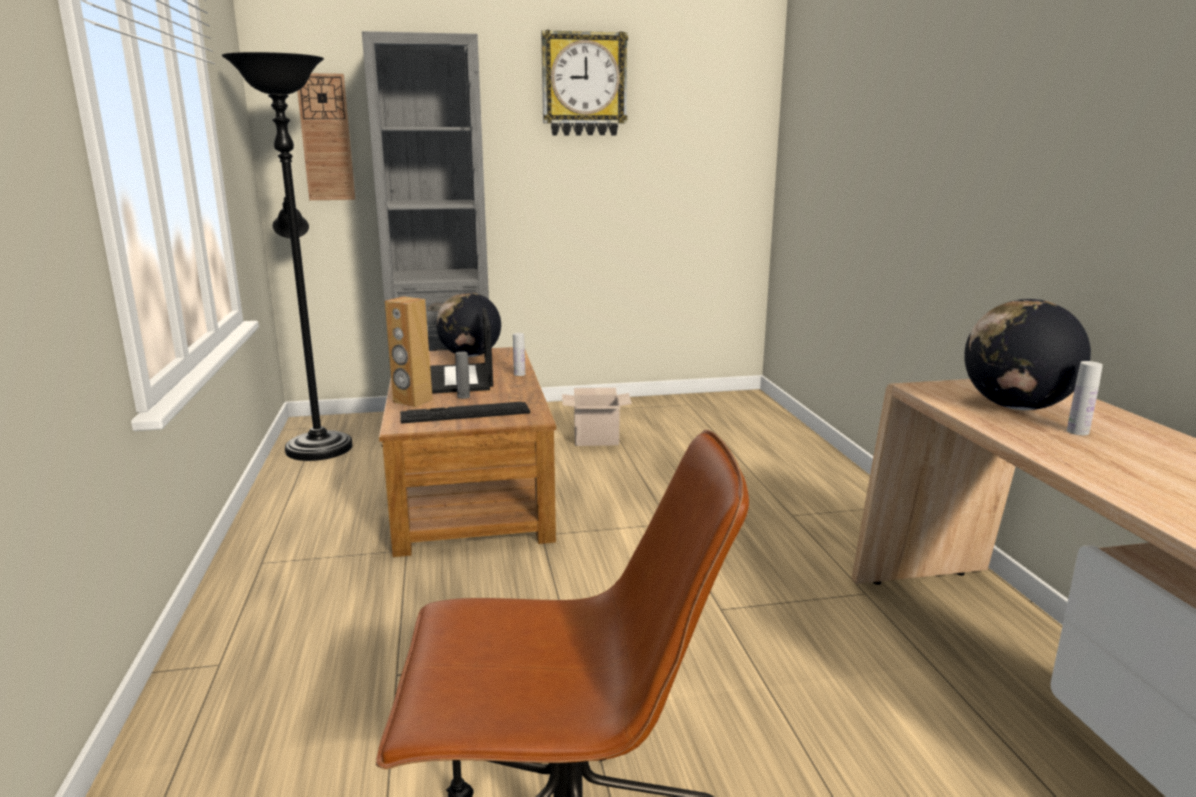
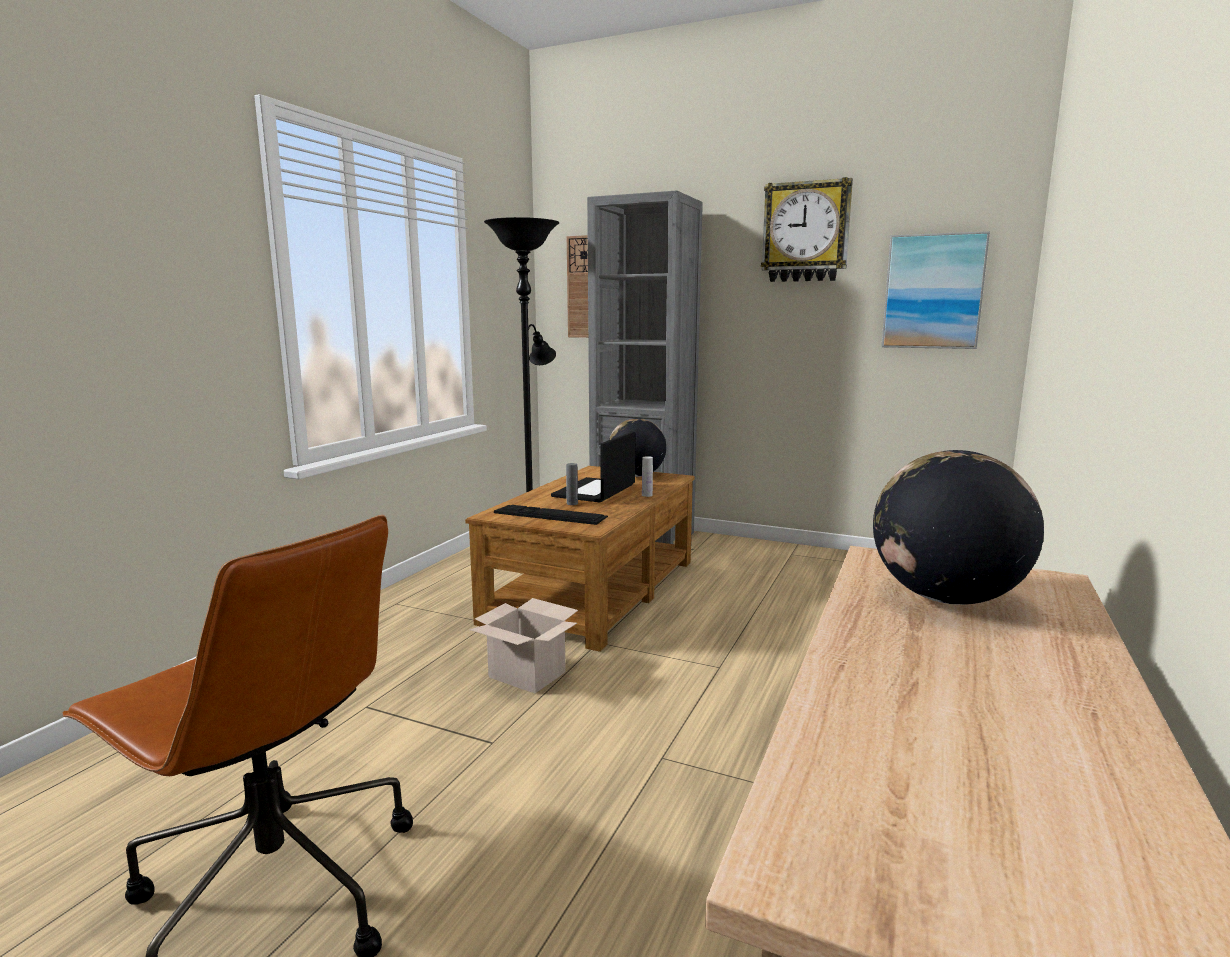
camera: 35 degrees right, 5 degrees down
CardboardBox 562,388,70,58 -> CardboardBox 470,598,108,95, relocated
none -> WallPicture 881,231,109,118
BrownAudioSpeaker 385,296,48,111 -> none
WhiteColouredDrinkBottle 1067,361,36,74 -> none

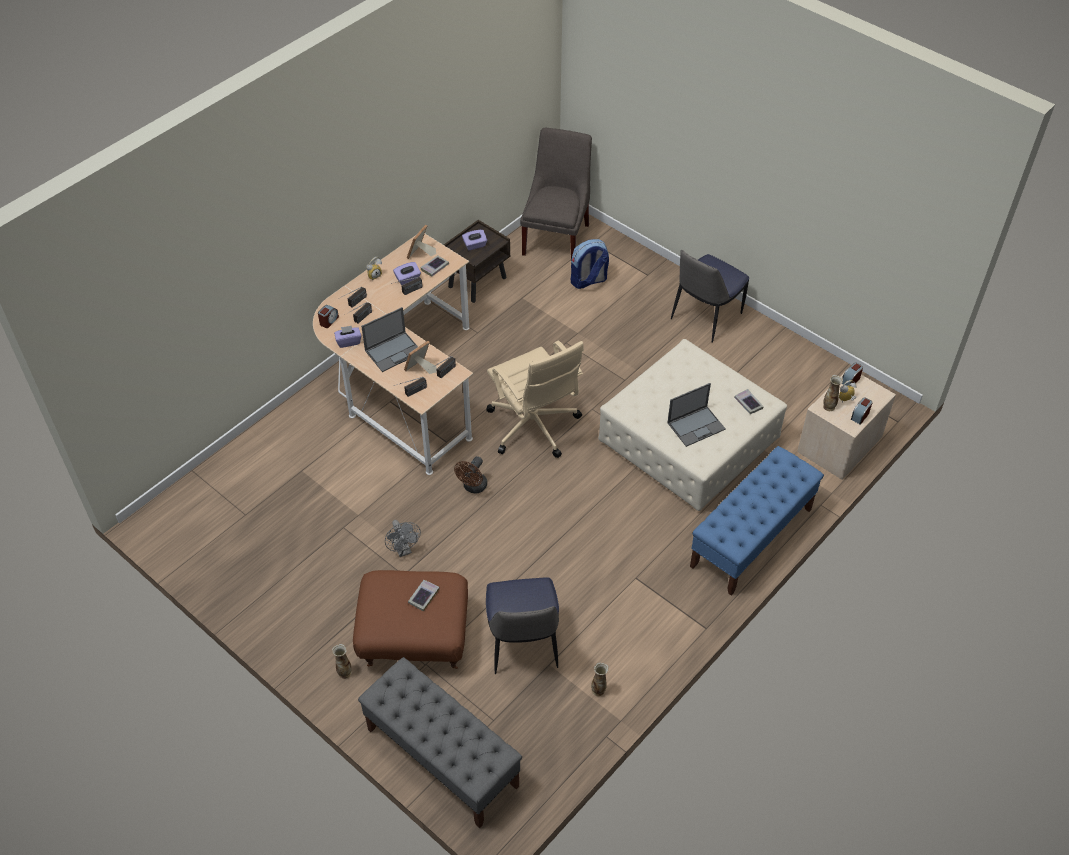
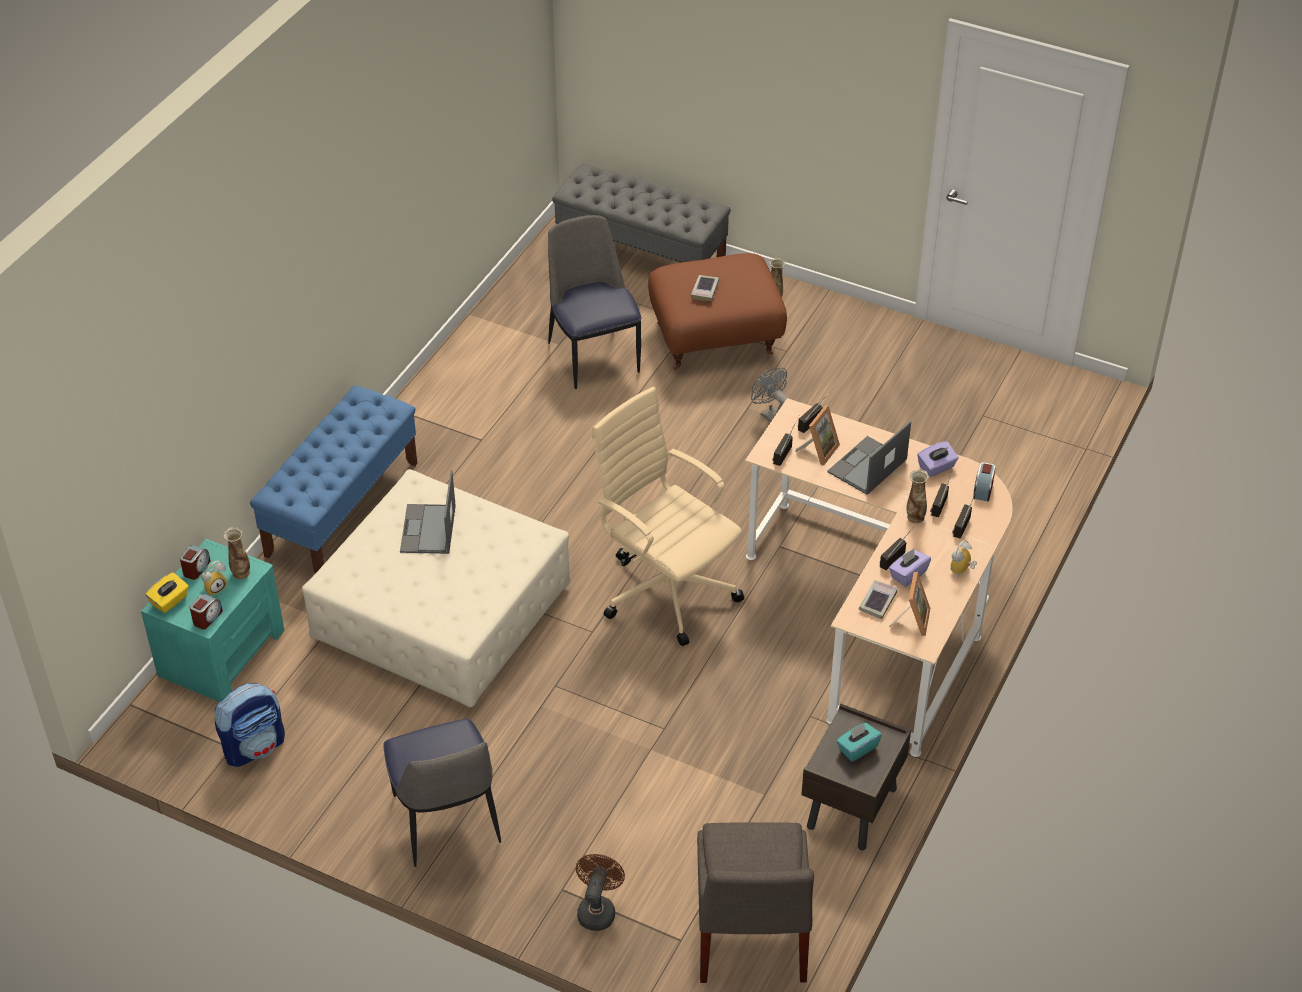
camera: 165 degrees right, 5 degrees down
SandColouredBedsideTable 797,373,99,107 -> TurquoiseColouredBedsideTable 141,539,143,163
none -> YellowTissueHolder 146,572,43,41
Rucksack 571,239,38,50 -> Rucksack 214,683,71,84, relocated
Chair 671,250,78,93 -> Chair 383,719,118,148, 135 degrees clockwise
PortableComputer 667,383,59,64 -> PortableComputer 400,470,56,84, 45 degrees counterclockwise
BrownCoolingFan 454,456,33,38 -> BrownCoolingFan 576,854,49,77, relocated
PurpleColouredTissueHolder 462,230,25,20 -> TurquoiseColouredTissueHolder 837,723,45,39
DecorativeVase 591,662,18,34 -> DecorativeVase 906,470,23,53, relocated
Volume 734,389,30,25 -> none

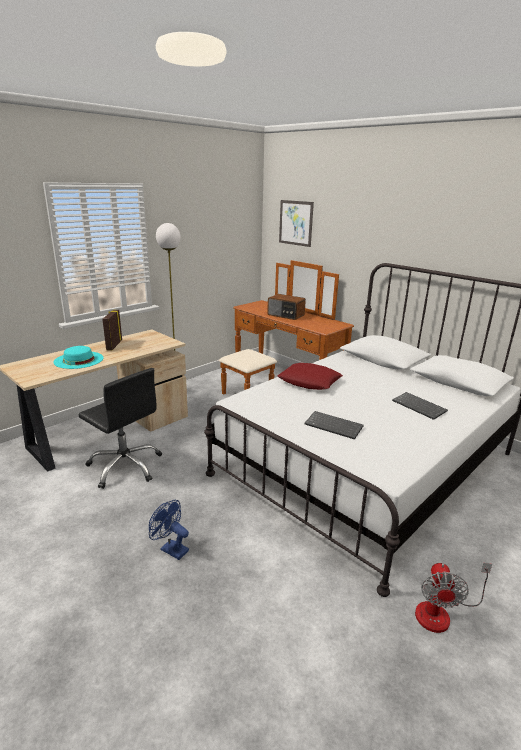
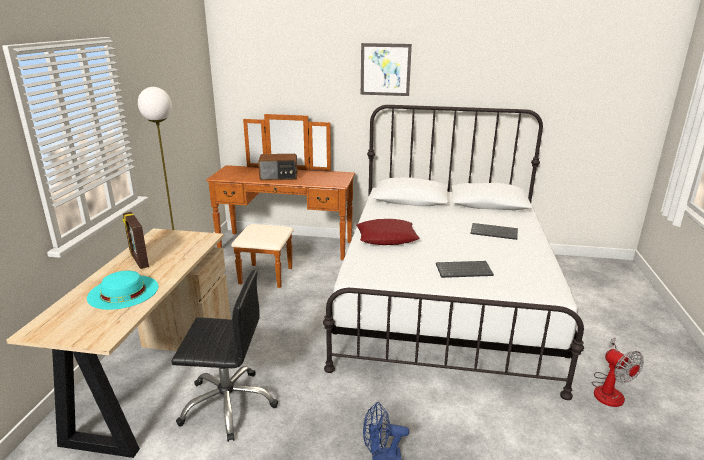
camera: 35 degrees left, 0 degrees up
WallPicture 279,200,35,47 -> WallPicture 361,43,51,53, relocated

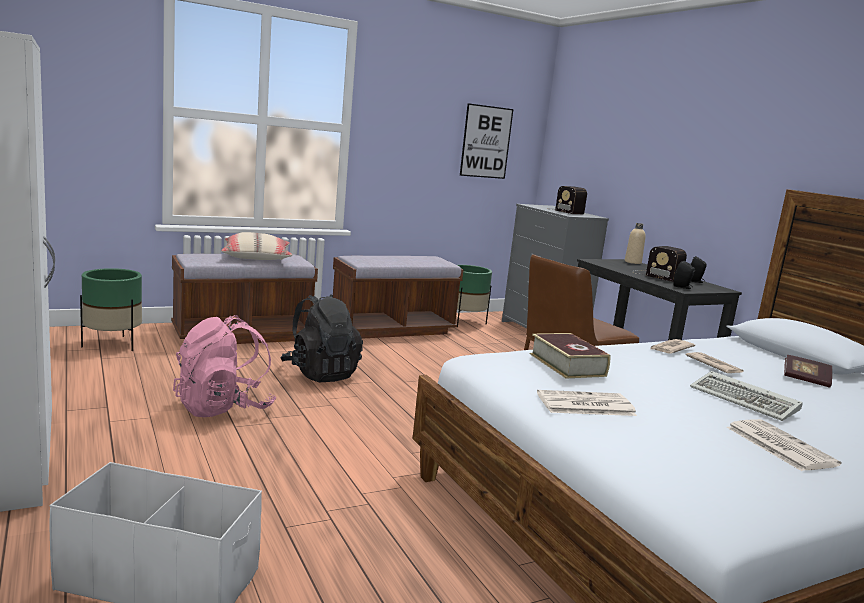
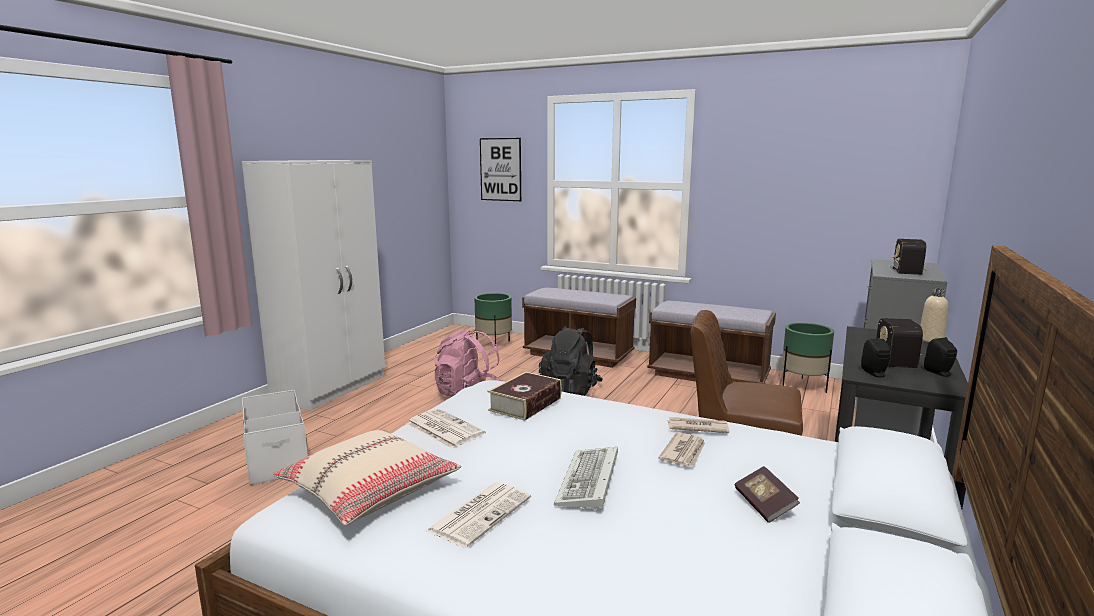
camera: 55 degrees right, 0 degrees up
SandColouredCushion 221,232,71,28 -> SandColouredCushion 273,430,188,95, relocated
WallPicture 460,103,53,76 -> WallPicture 480,138,41,63, relocated

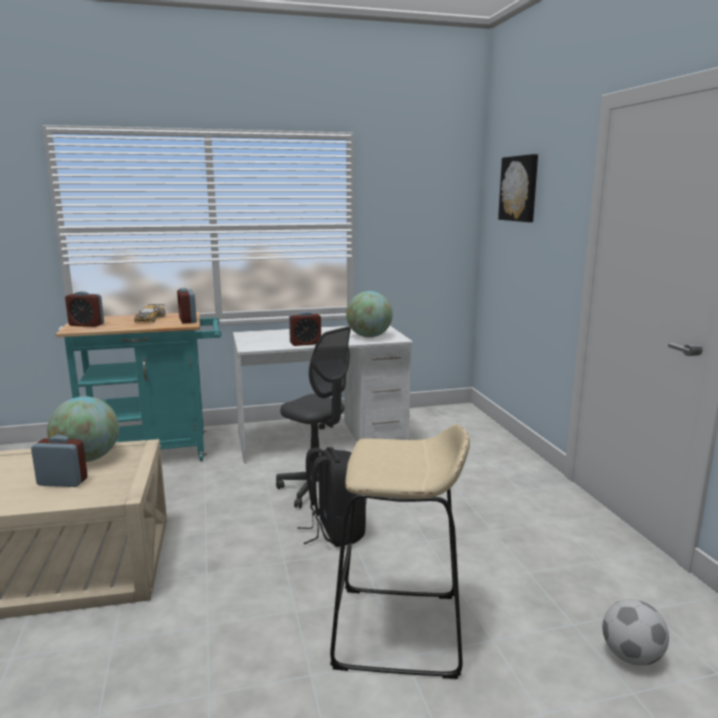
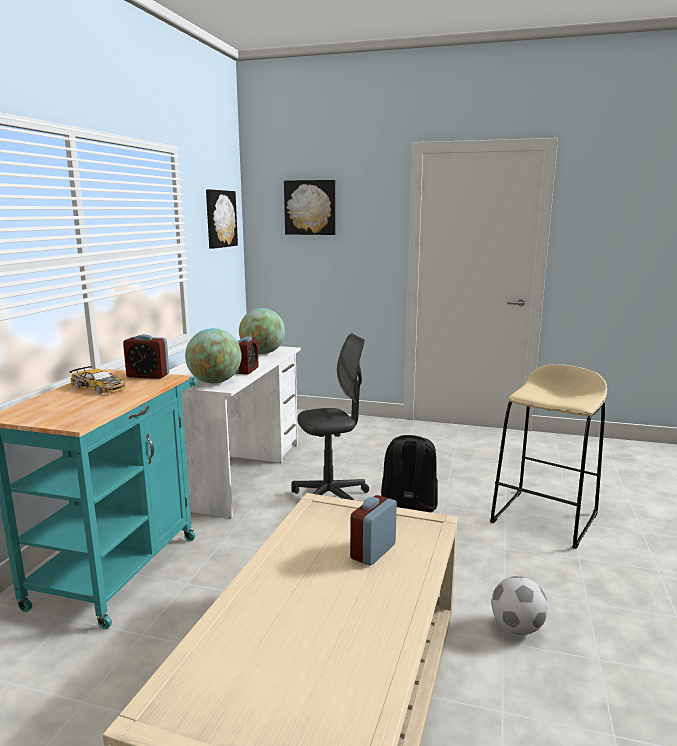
camera: 60 degrees left, 0 degrees up
Globe 47,396,72,66 -> Globe 185,328,57,55, relocated
none -> WallPicture 206,189,32,60
BallForFootball 602,599,67,67 -> BallForFootball 492,576,56,59, relocated
AlarmClock 65,291,39,36 -> none

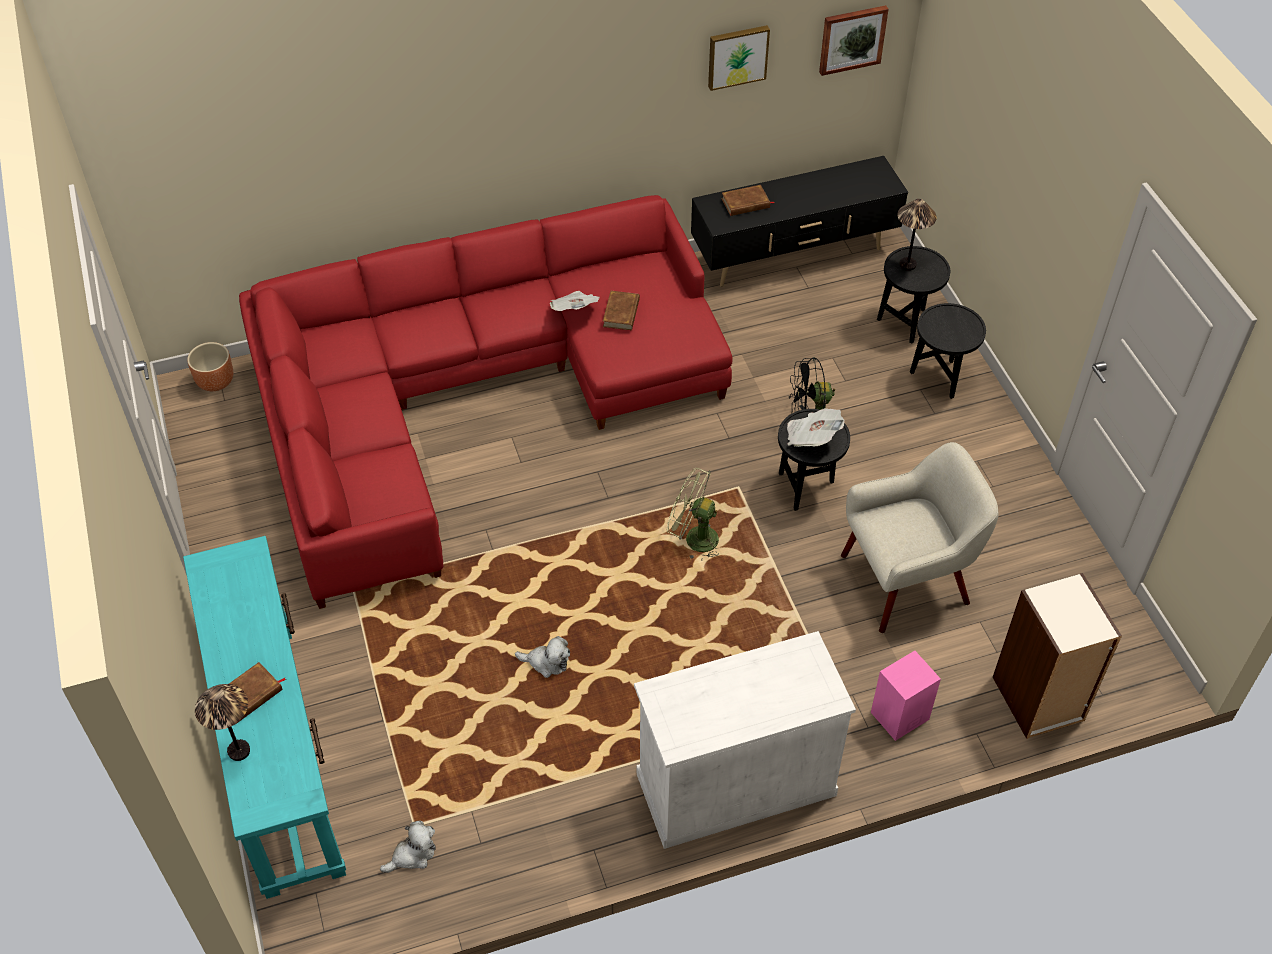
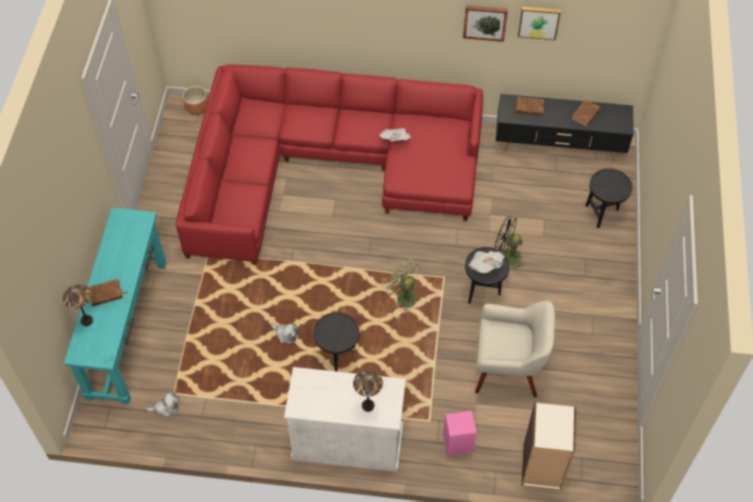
camera: 25 degrees right, 5 degrees up
BlackEndTable 910,303,76,96 -> BlackEndTable 313,312,47,60, relocated
TabletopLamp 897,199,40,72 -> TabletopLamp 353,370,30,42, relocated
WallPicture 819,5,69,71 -> WallPicture 463,5,45,37, relocated
BrownVolume 603,291,37,39 -> BrownVolume 572,100,29,27, relocated

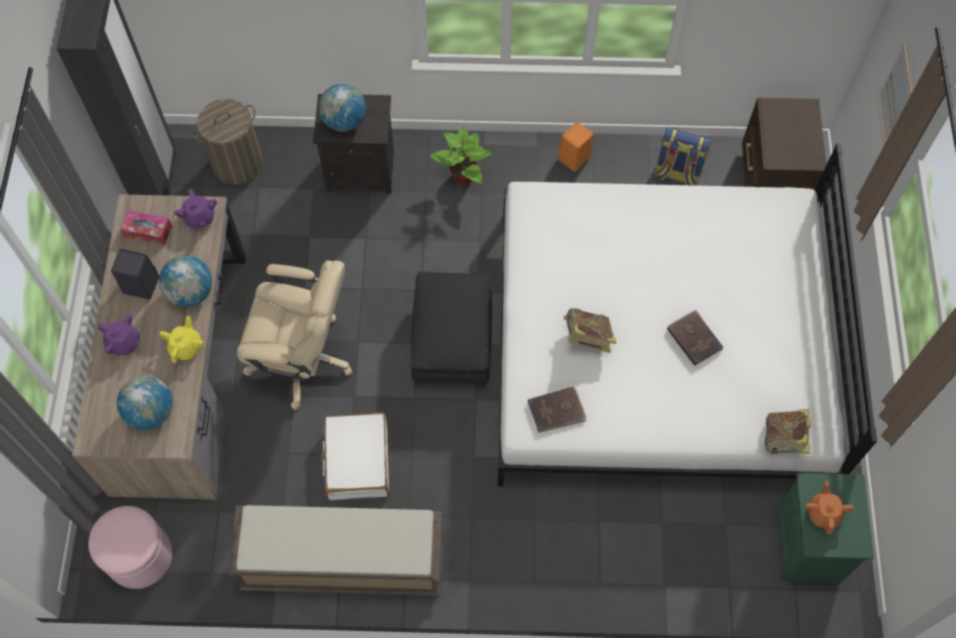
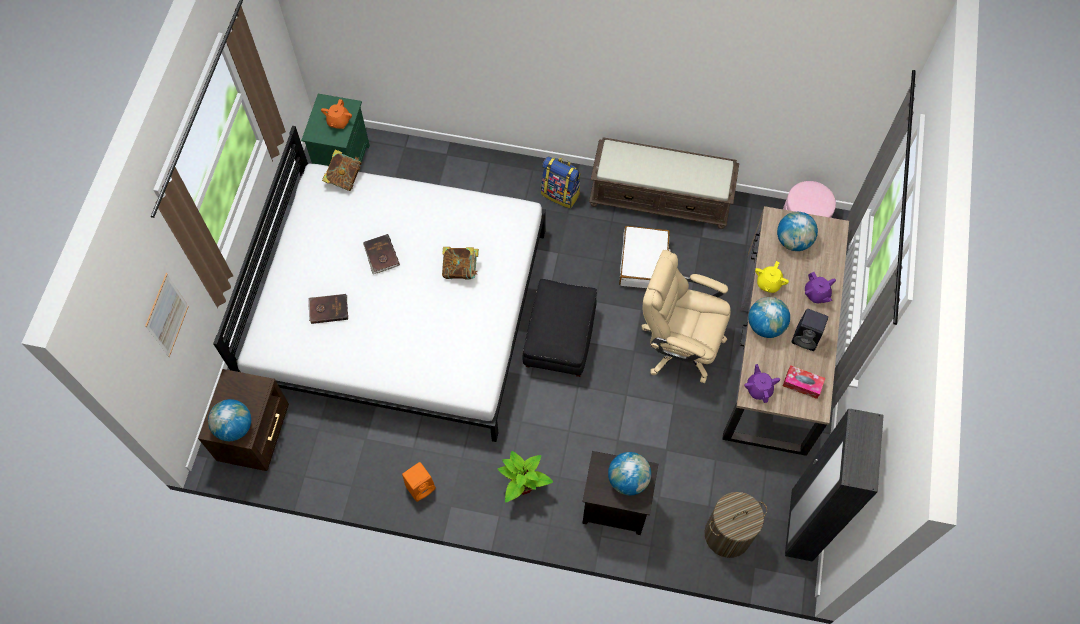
camera: 170 degrees left, 0 degrees up
none -> Globe 208,399,43,42
BrownVolume 528,386,59,47 -> BrownVolume 308,294,40,30, relocated
Rucksack 654,127,58,59 -> Rucksack 541,156,39,52, relocated
PurpleColouredPotForTea 98,314,42,41 -> PurpleColouredPotForTea 805,272,31,31, 150 degrees counterclockwise

